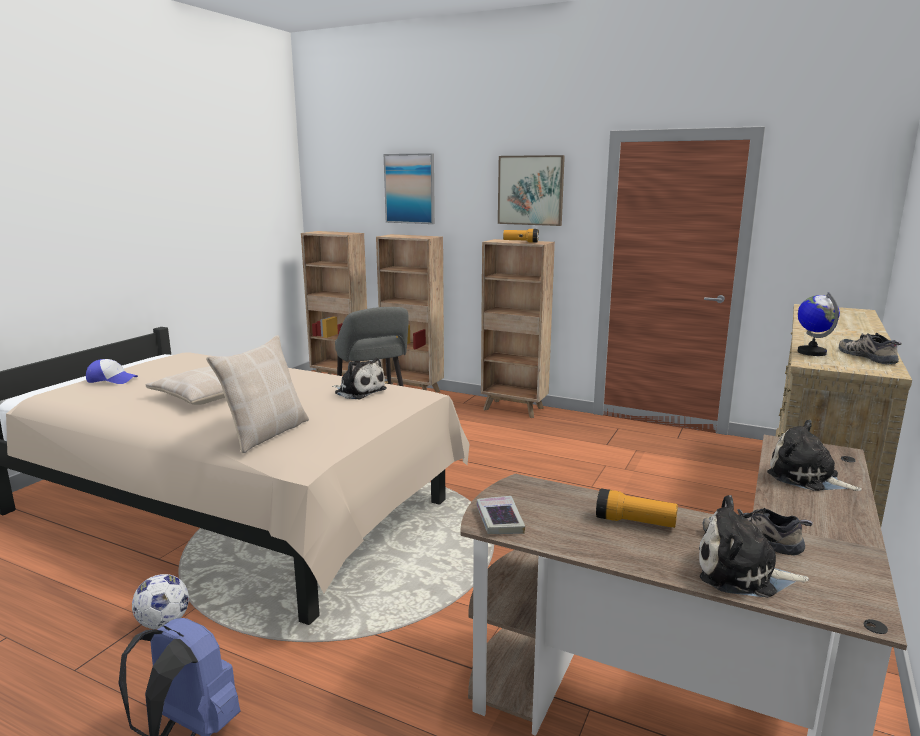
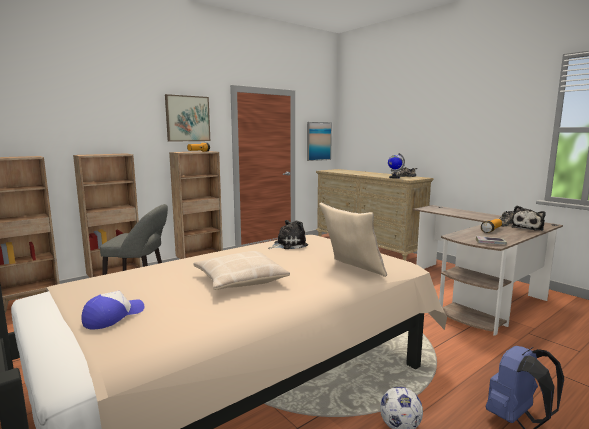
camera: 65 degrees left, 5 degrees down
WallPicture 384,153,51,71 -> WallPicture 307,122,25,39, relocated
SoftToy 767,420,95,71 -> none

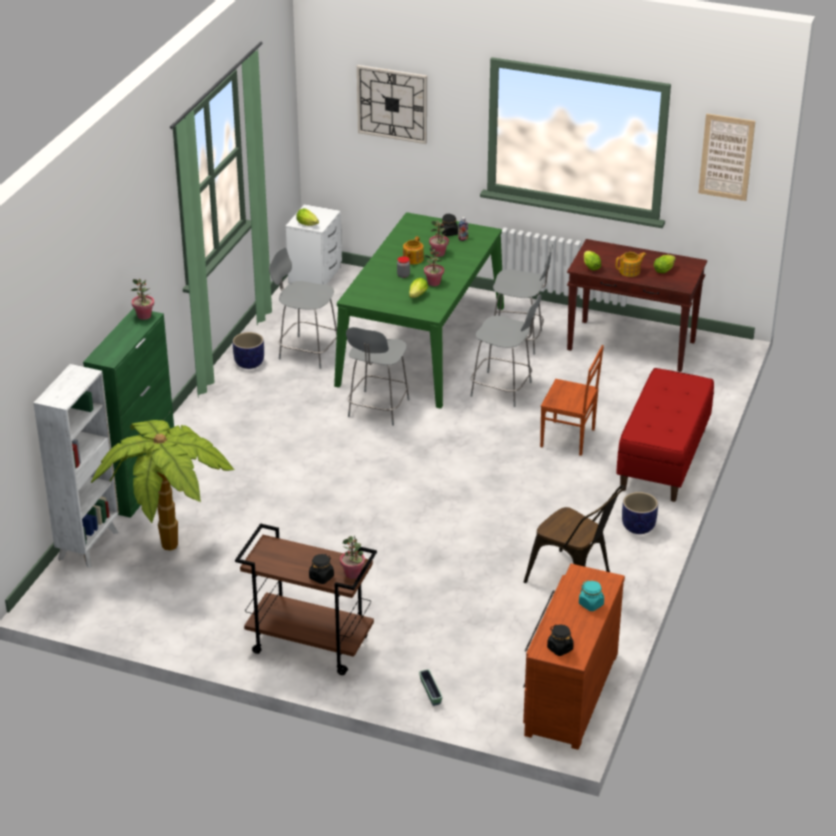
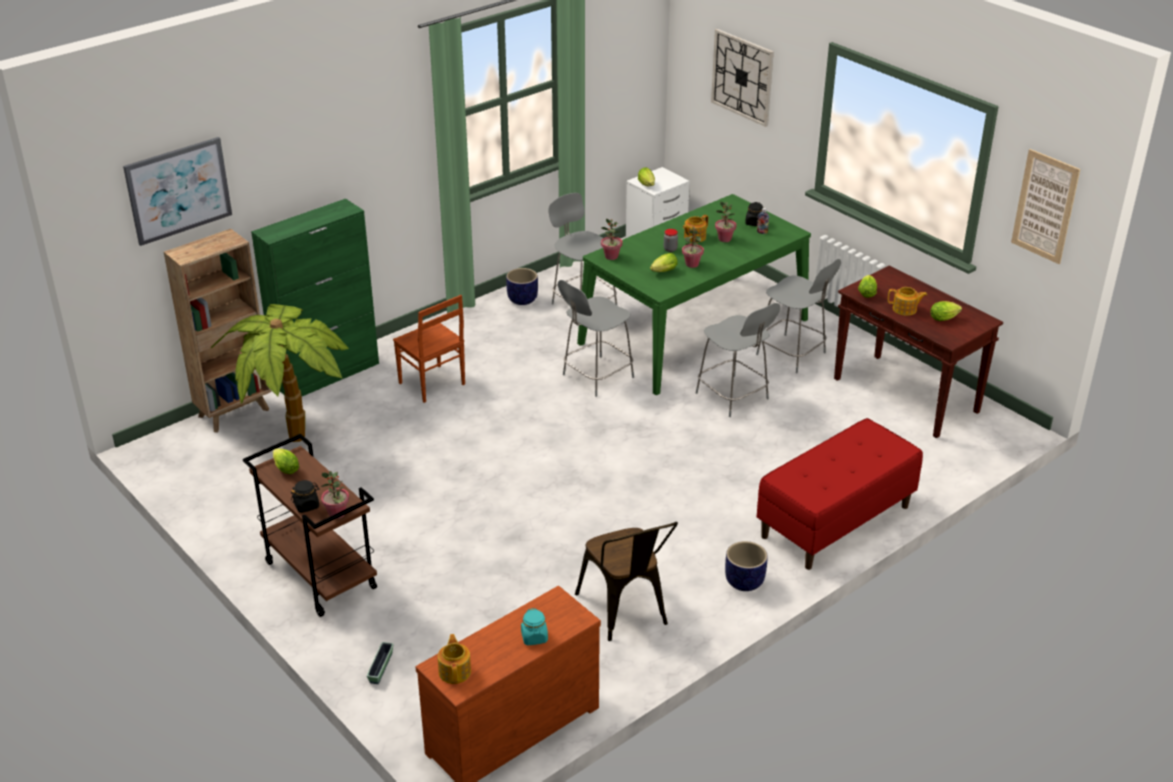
camera: 30 degrees right, 0 degrees up
none -> WallPicture 123,137,109,109
WhiteColouredBookcase 34,364,85,204 -> BrownBookcase 164,229,108,203
none -> Lettuce 273,448,26,26
BrownChair 540,345,64,111 -> BrownChair 393,295,72,108, relocated
BlackJar 547,625,27,31 -> PotForTea 438,634,33,50
PottedPlant 131,279,23,41 -> PottedPlant 601,218,22,42, relocated

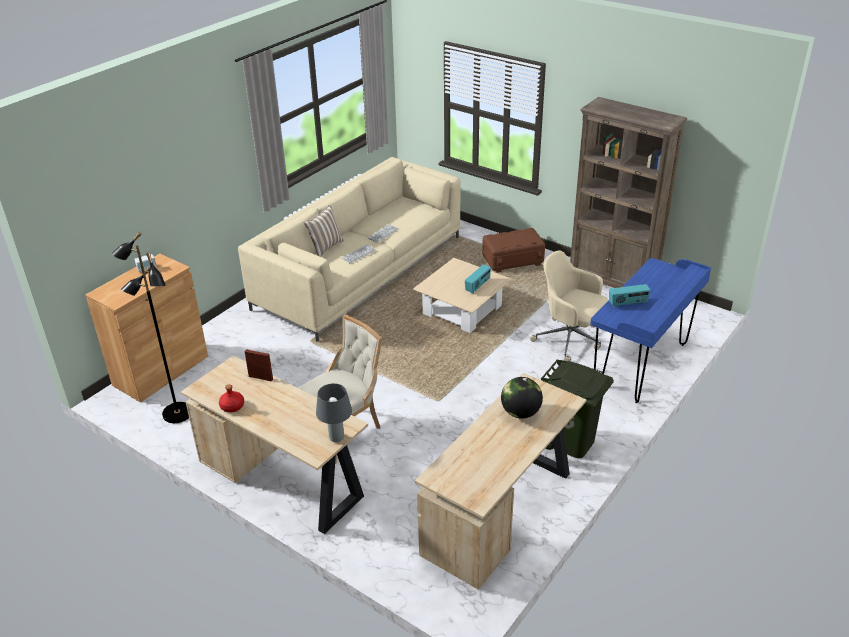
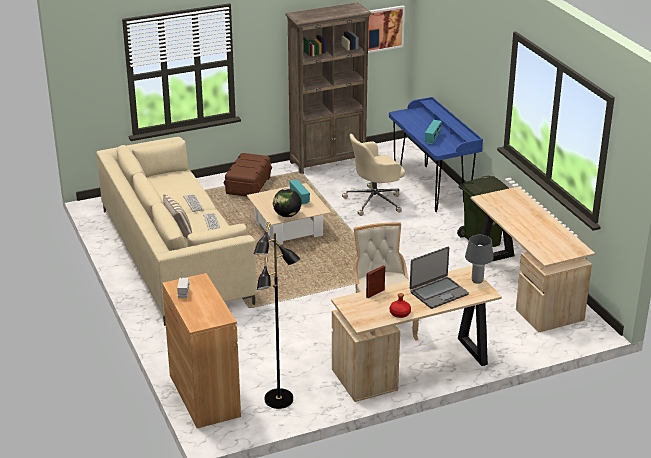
camera: 60 degrees left, 5 degrees down
Globe 501,377,42,42 -> Globe 273,189,28,28, relocated
none -> WallPicture 368,5,37,48
none -> PortableComputer 410,247,59,62

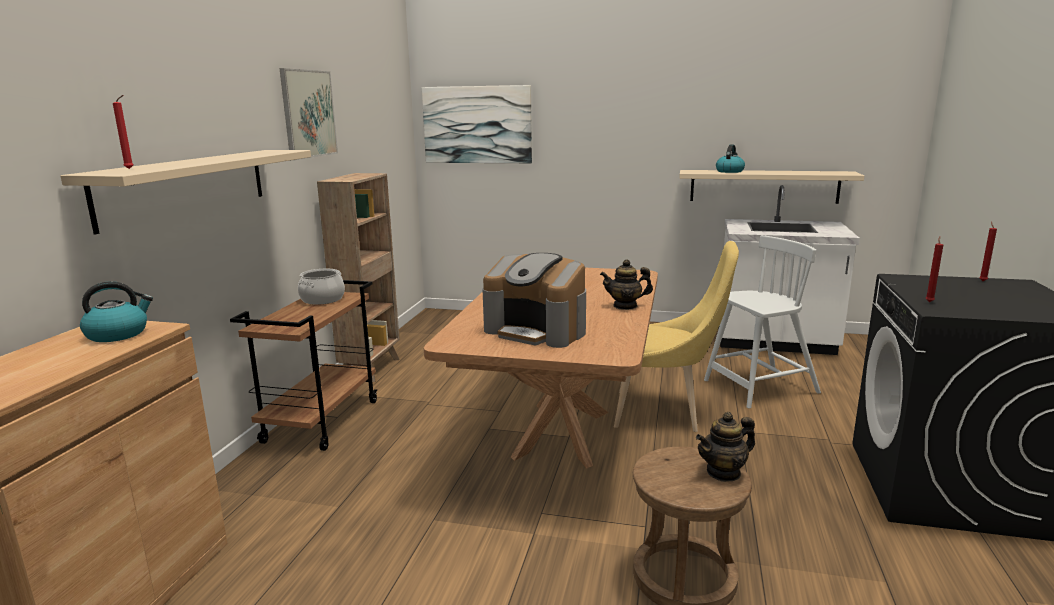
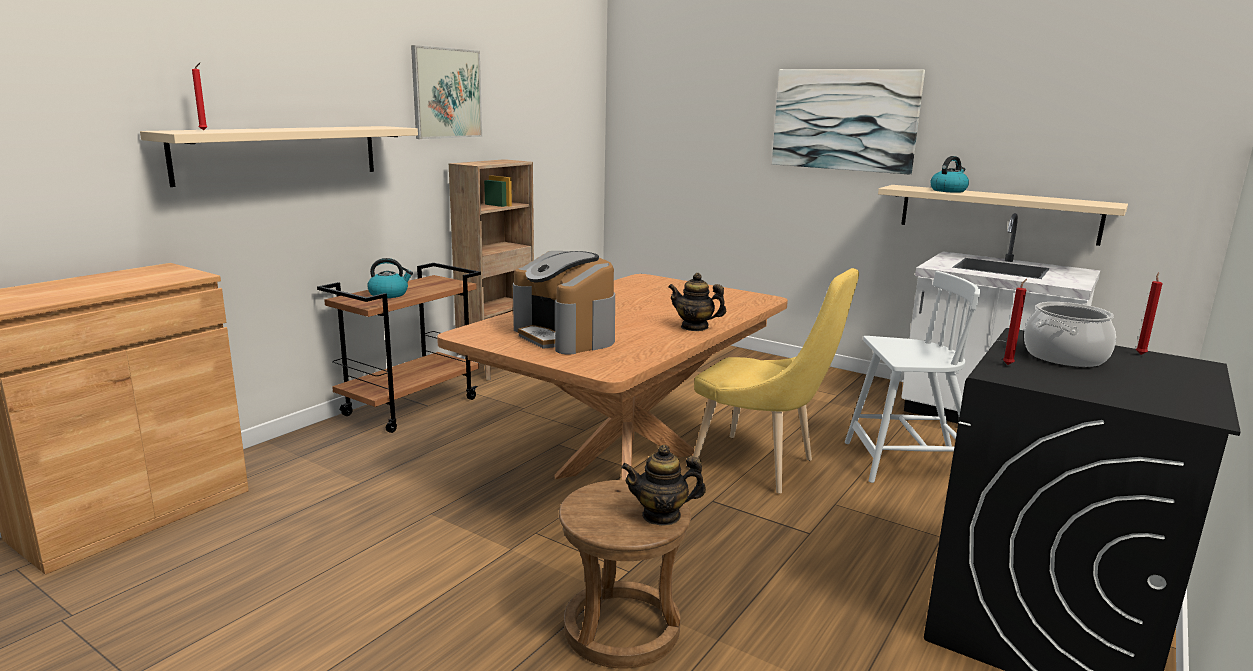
camera: 20 degrees right, 0 degrees up
WaterKettle 80,281,73,61 -> WaterKettle 367,258,46,40, relocated
WallPicture 422,85,110,78 -> WallPicture 772,69,153,106, relocated
Stockpot 298,269,47,36 -> Stockpot 1024,302,92,65, relocated

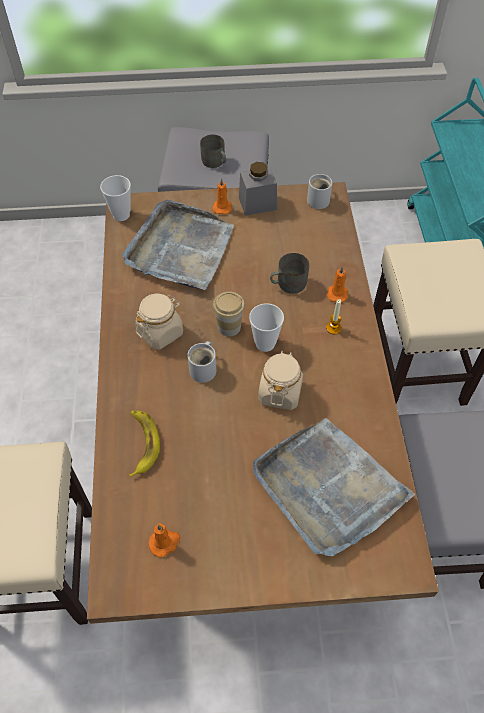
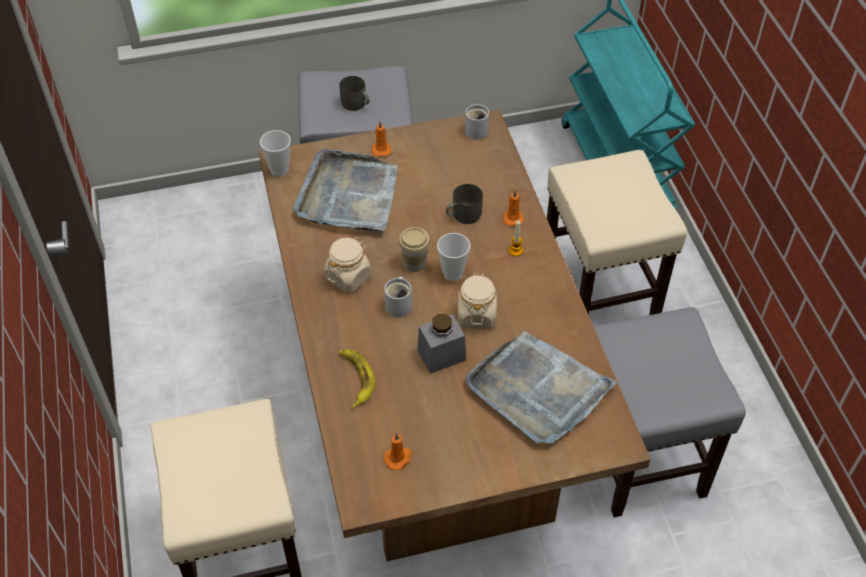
camera: 10 degrees left, 5 degrees down
GreyJar 239,162,38,54 -> GreyJar 417,314,49,60, relocated

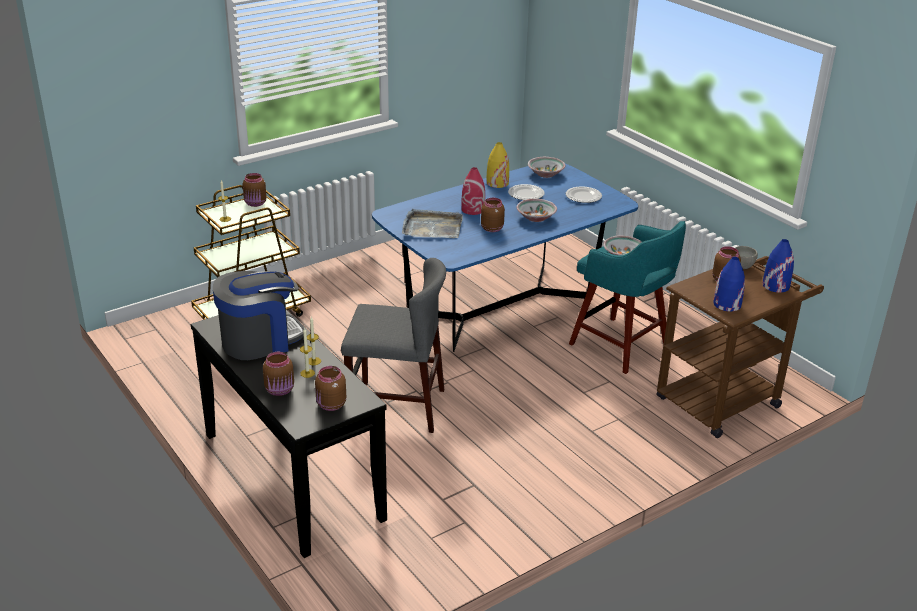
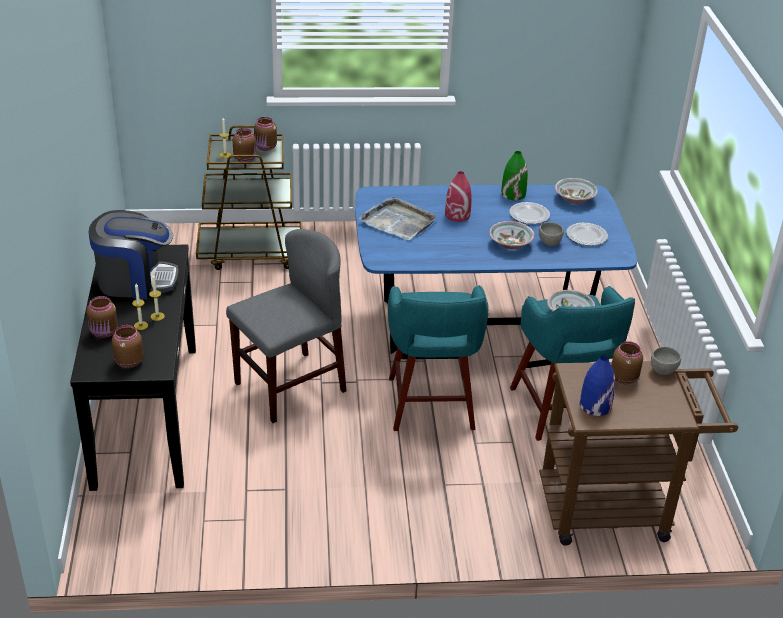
camera: 30 degrees right, 5 degrees up
GreyChair 341,258,105,175 -> GreyChair 226,229,121,194, 75 degrees counterclockwise
BrownJar 481,198,24,34 -> BrownJar 233,128,23,34, relocated
none -> TurquoiseColouredStool 388,285,101,146
YellowDecorativeVase 486,142,23,46 -> GreenColouredDecorativeVase 501,151,27,49
none -> GreyDeepDish 539,222,25,24
BlueColouredDecorativeVase 762,239,32,54 -> none

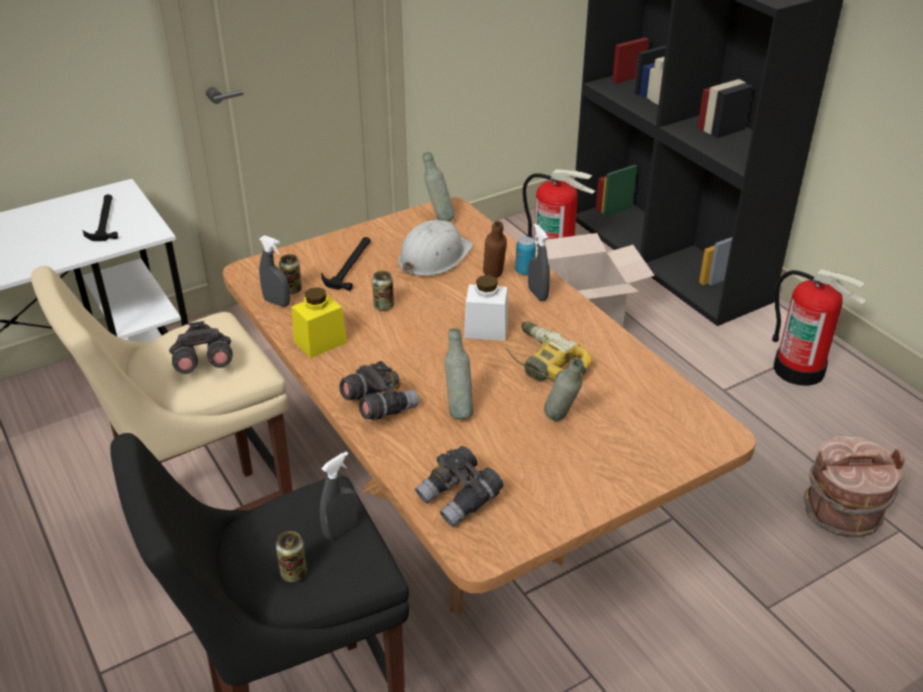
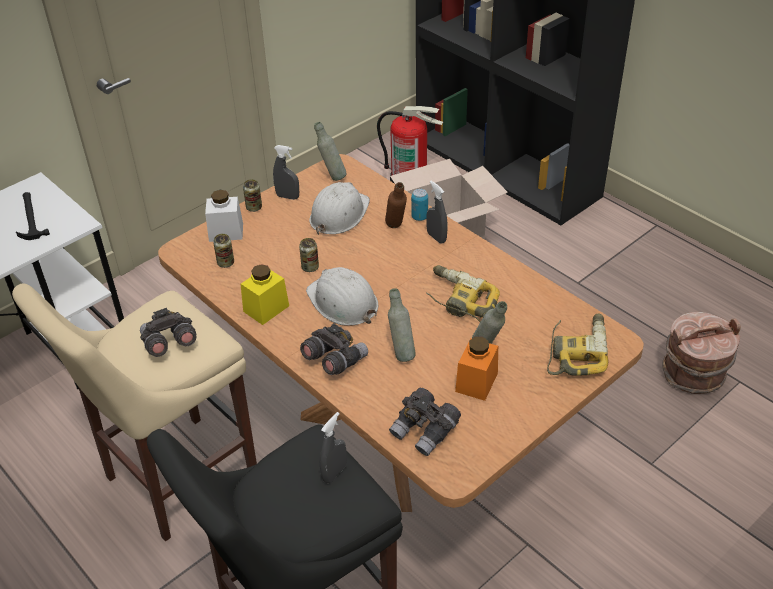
camera: 10 degrees left, 5 degrees up
WhiteColouredJar 464,275,44,66 -> WhiteColouredJar 205,190,38,52, relocated
Can 276,531,31,51 -> Can 243,179,19,33, relocated
GreyHandSprayer 259,235,31,72 -> GreyHandSprayer 273,145,26,55, relocated
none -> WhiteColouredWorkHelmet 306,267,72,59
none -> OrangeColouredJar 455,337,43,64
none -> Drill 547,313,62,63
ToolHammer 321,237,50,54 -> none
FireExtinguisher 772,269,94,117 -> none

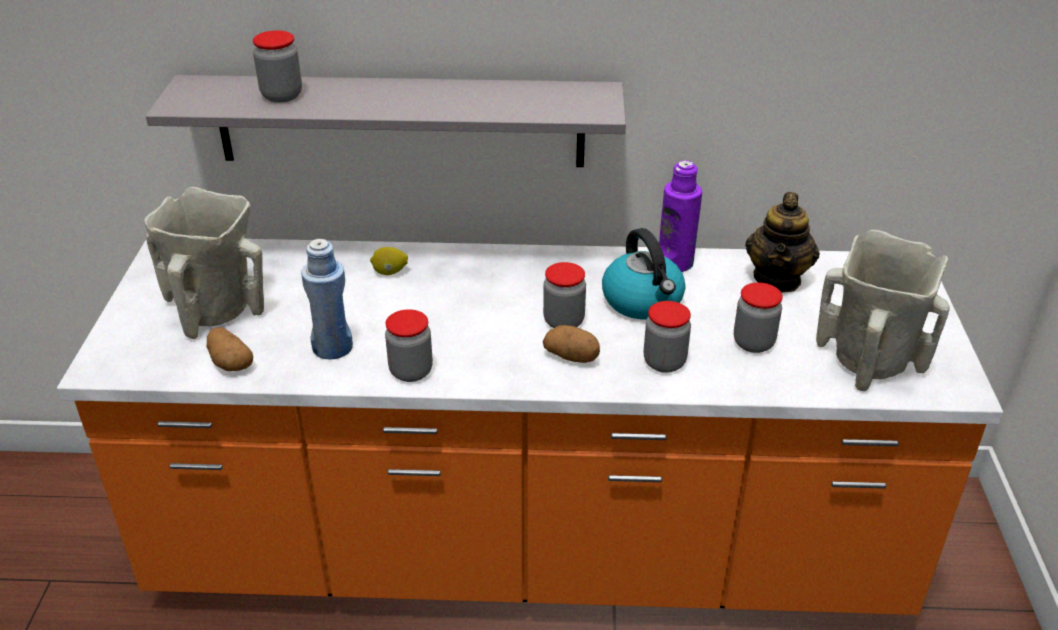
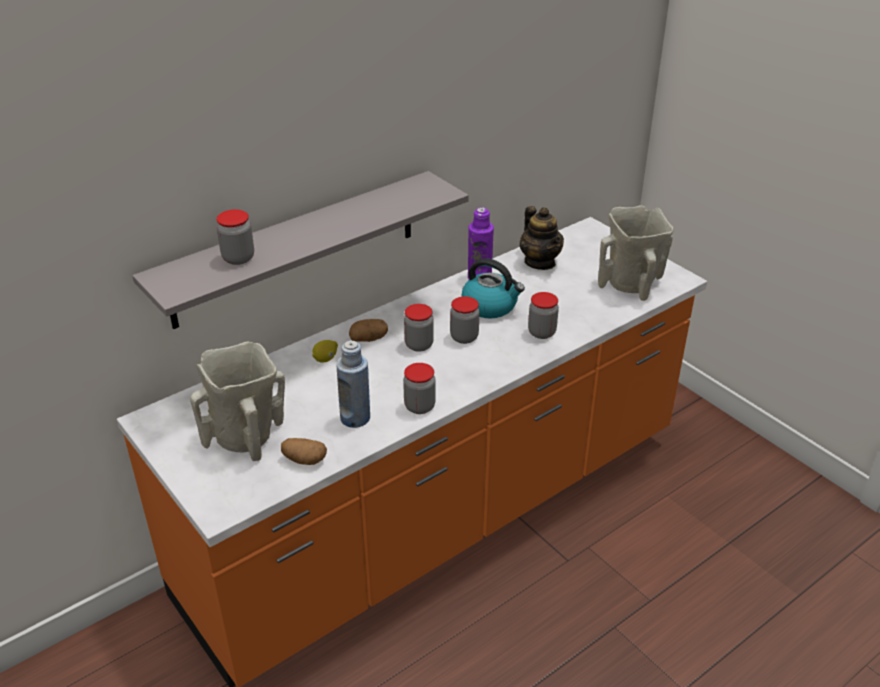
camera: 40 degrees left, 0 degrees up
Potato 543,325,57,38 -> Potato 349,319,39,23, relocated
Jar 734,282,49,71 -> Jar 404,304,30,48, relocated

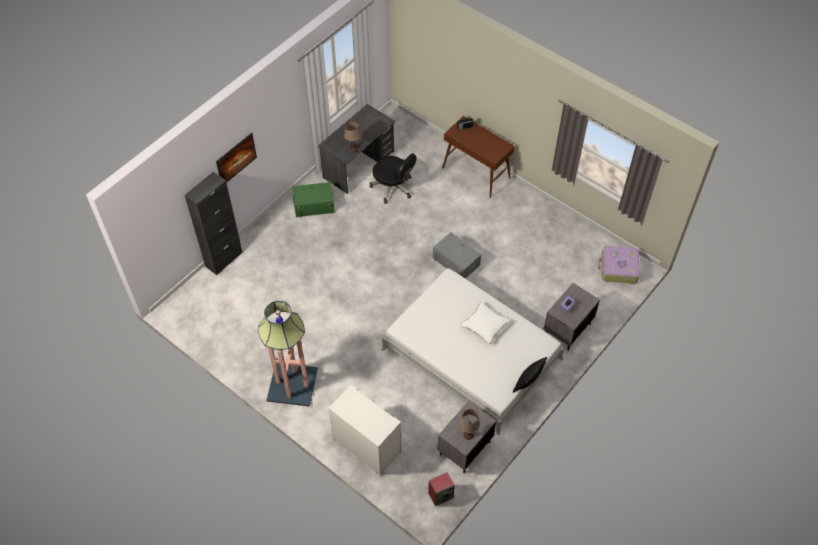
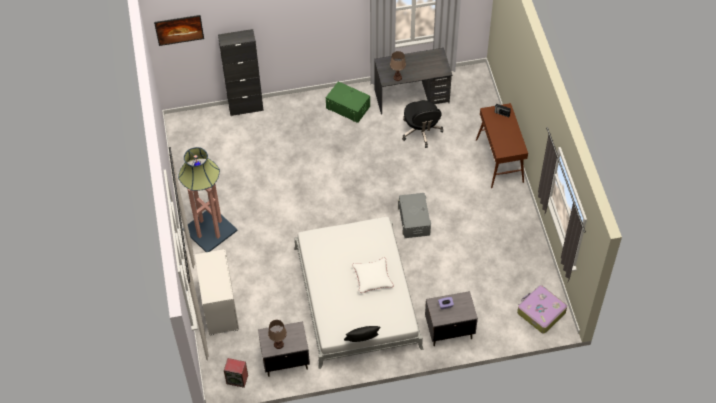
camera: 40 degrees right, 0 degrees up
WallPicture 216,133,41,50 -> WallPicture 154,15,50,31, relocated

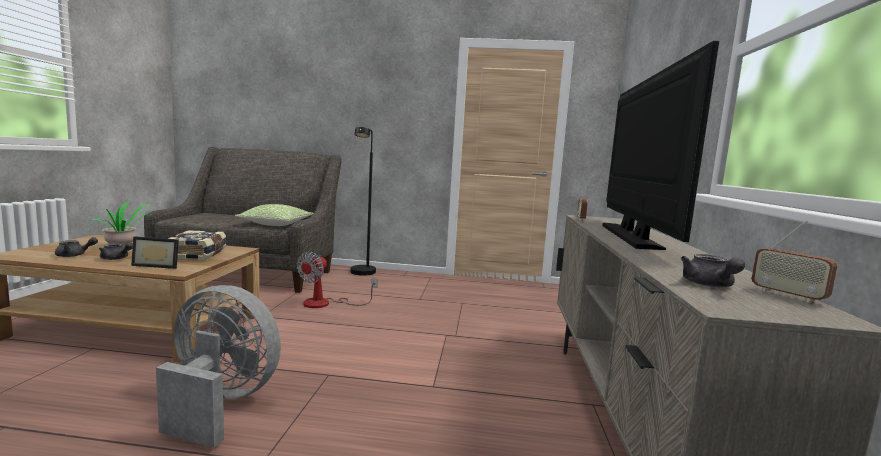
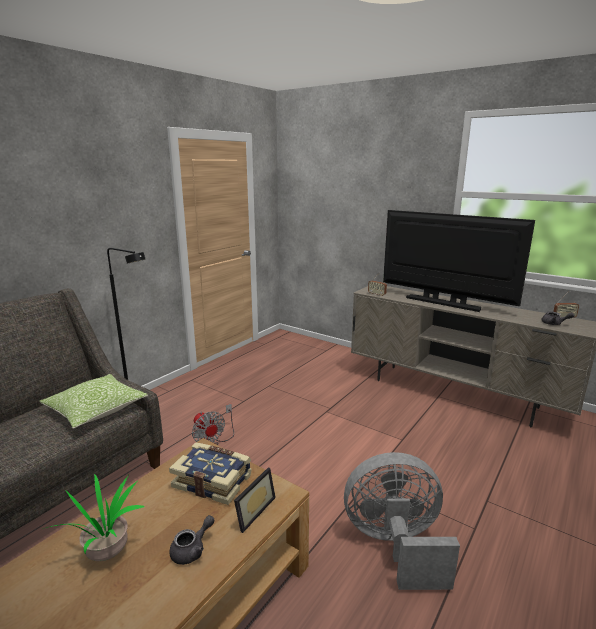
camera: 60 degrees left, 10 degrees up
GreyCoolingFan 156,285,125,162 -> GreyCoolingFan 344,452,116,138, 45 degrees clockwise
GreyPotForTea 55,237,43,20 -> none

